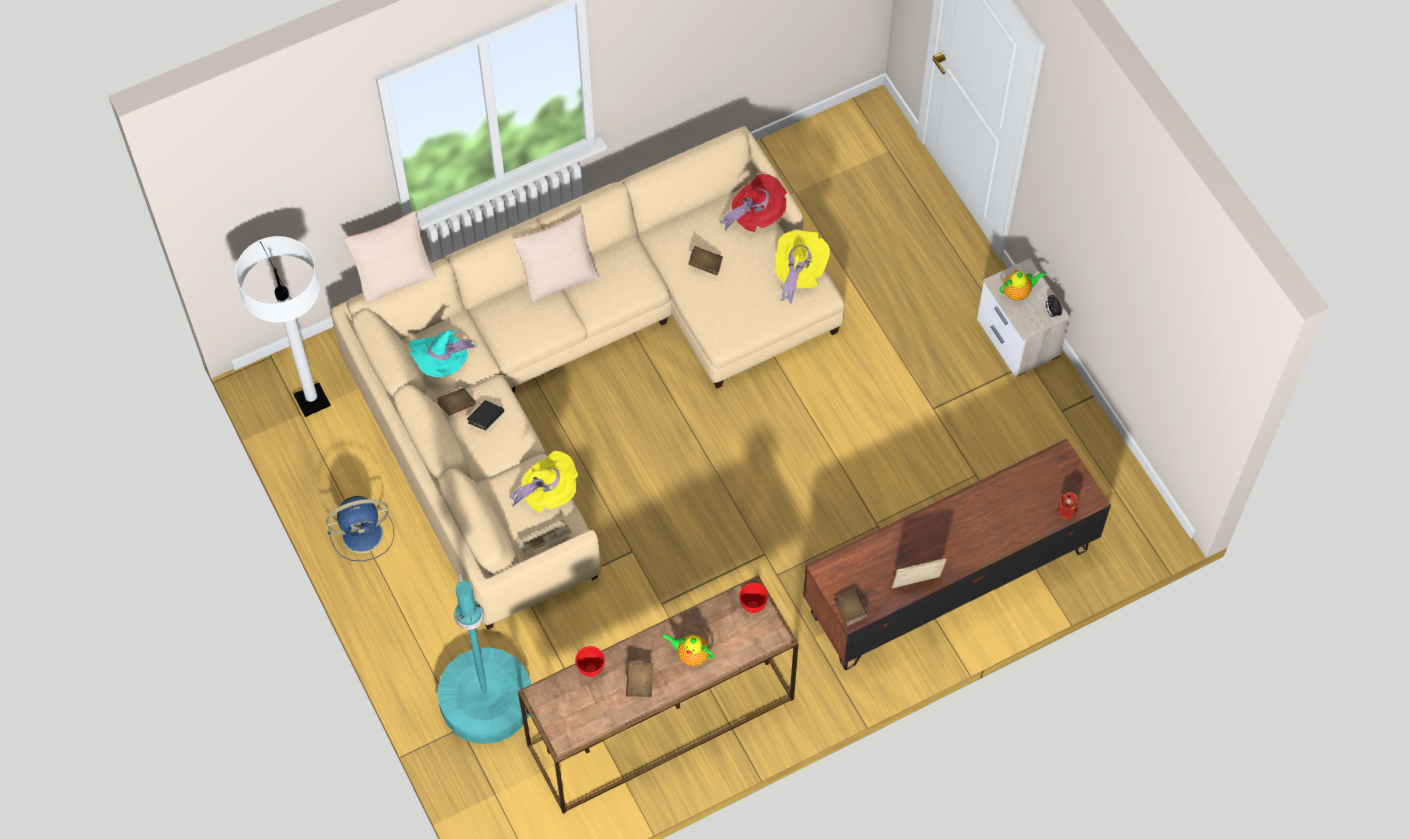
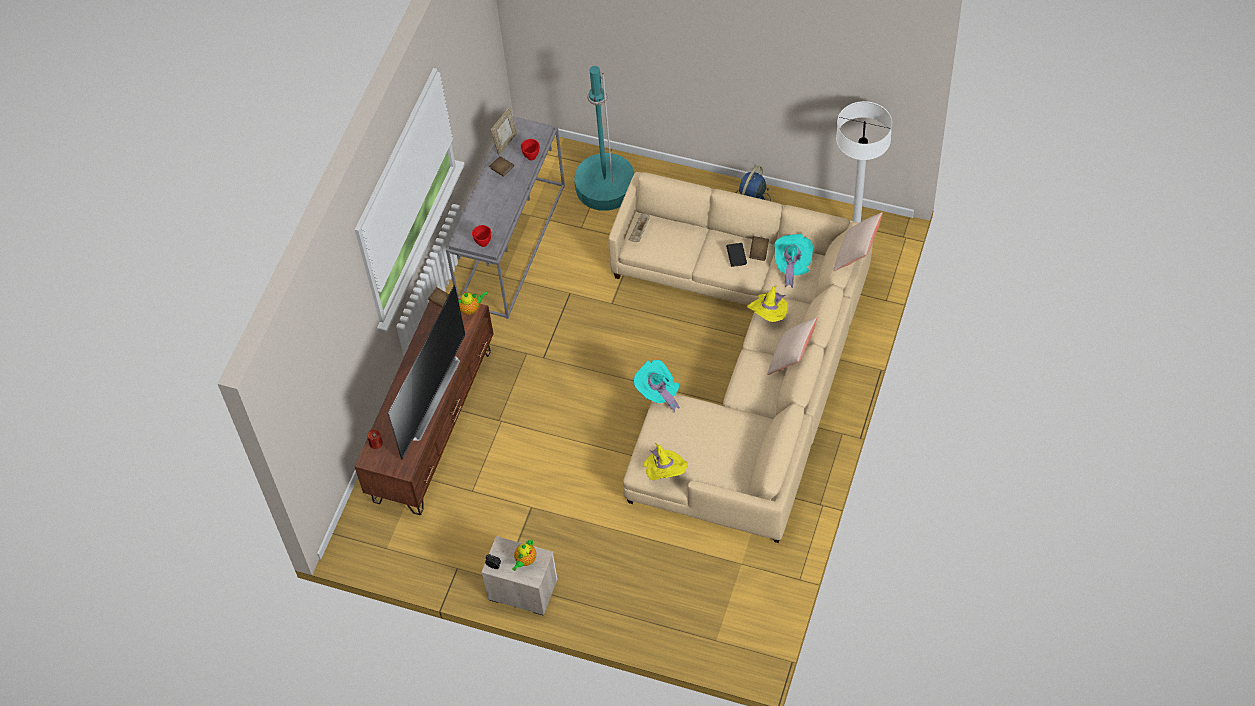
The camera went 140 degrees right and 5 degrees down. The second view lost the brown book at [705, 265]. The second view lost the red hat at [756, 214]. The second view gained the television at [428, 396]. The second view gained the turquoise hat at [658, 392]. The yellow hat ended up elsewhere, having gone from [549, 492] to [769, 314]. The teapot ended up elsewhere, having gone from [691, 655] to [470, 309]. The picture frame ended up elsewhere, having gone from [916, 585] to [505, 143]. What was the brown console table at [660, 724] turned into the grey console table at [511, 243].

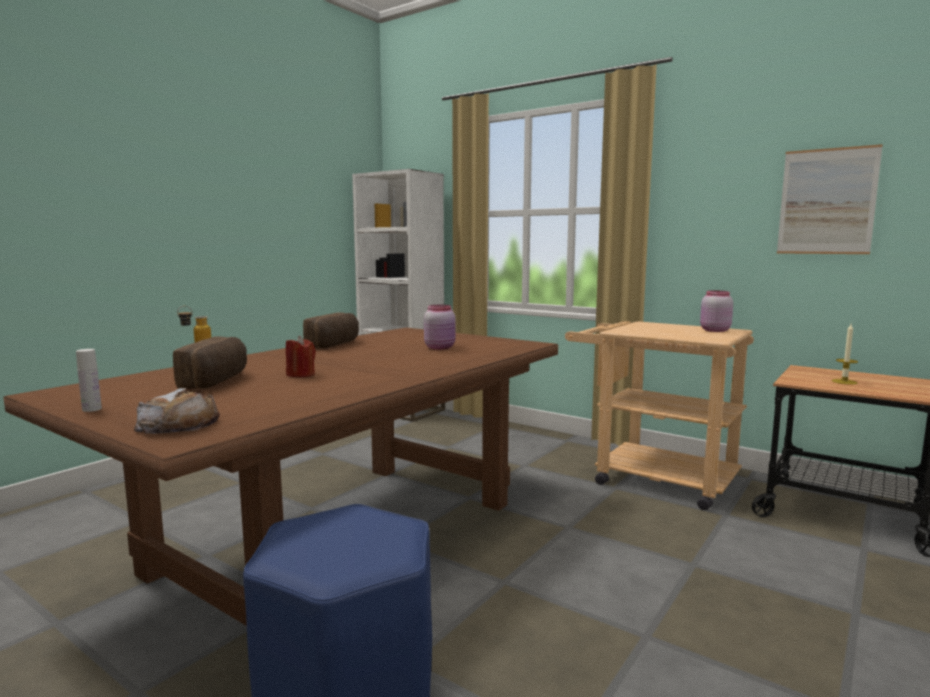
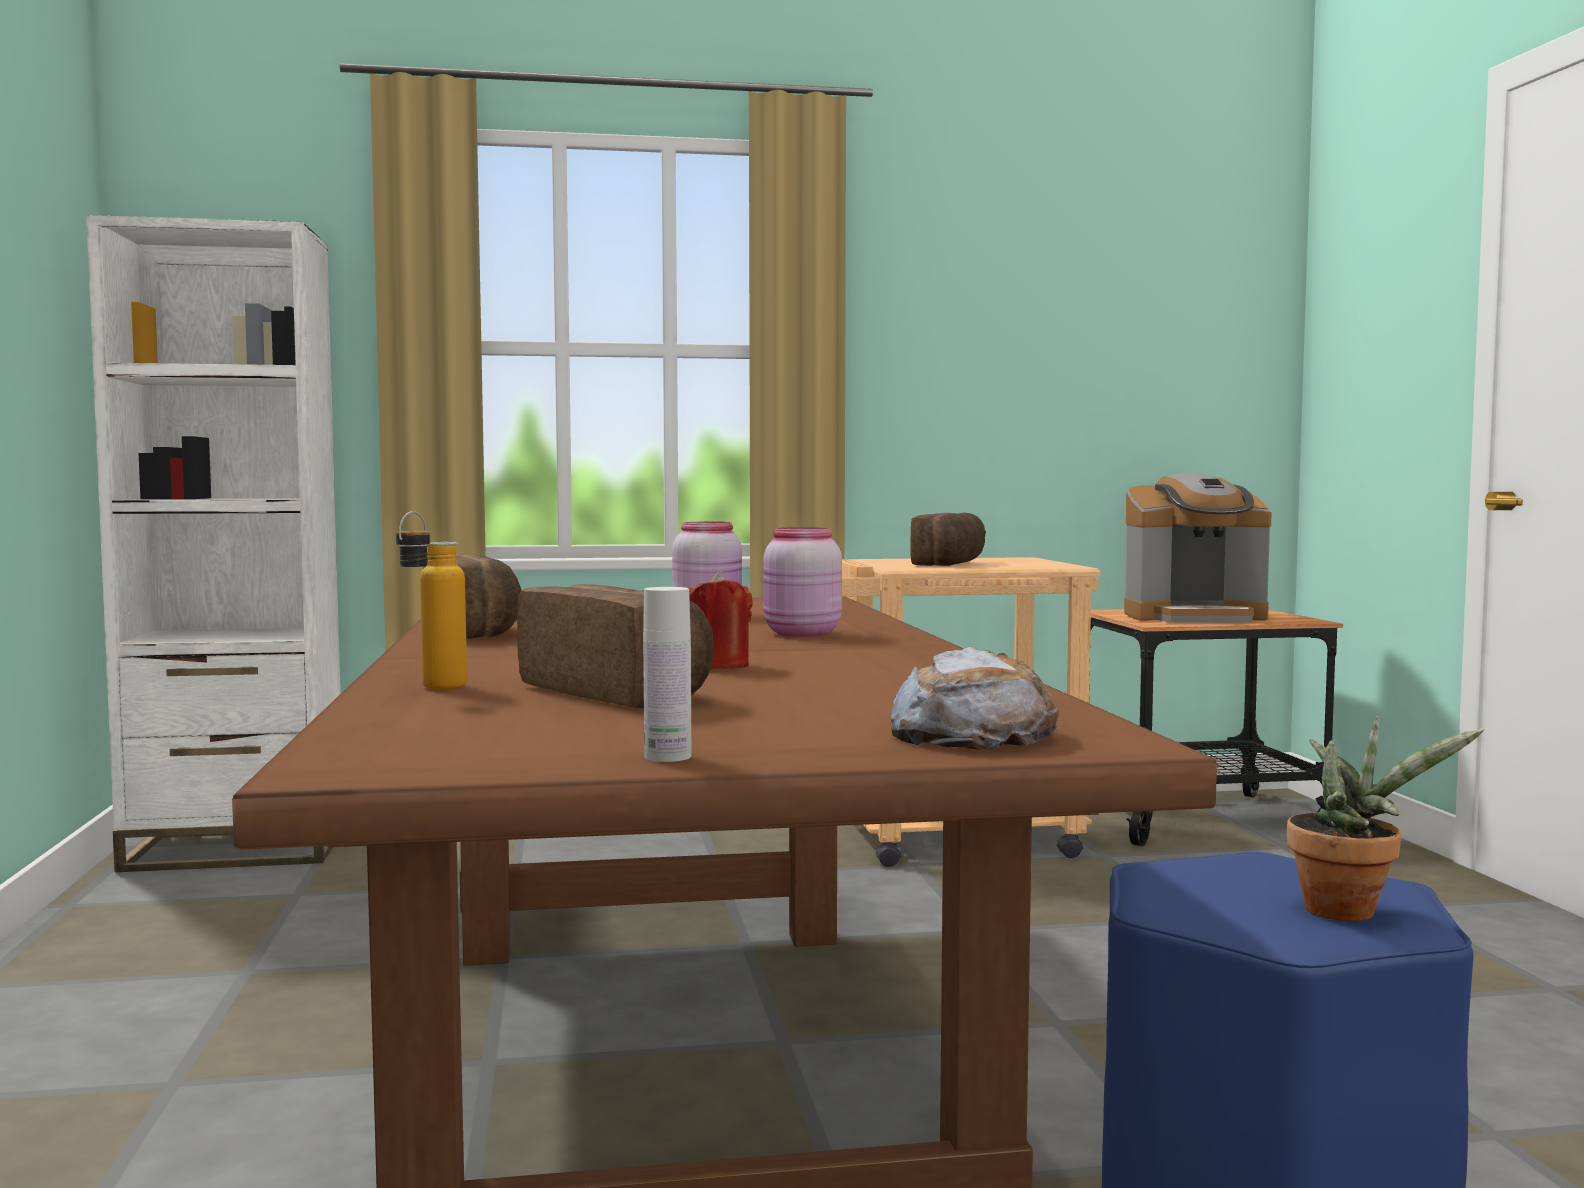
The camera went 45 degrees left and 5 degrees down. The second view lost the picture at [827, 201]. The second view gained the bread at [952, 564]. The second view gained the potted plant at [1350, 910]. The pink jar ended up elsewhere, having gone from [714, 330] to [800, 634]. Where the candle stood at [844, 382], the coffee machine came to stand at [1194, 617].

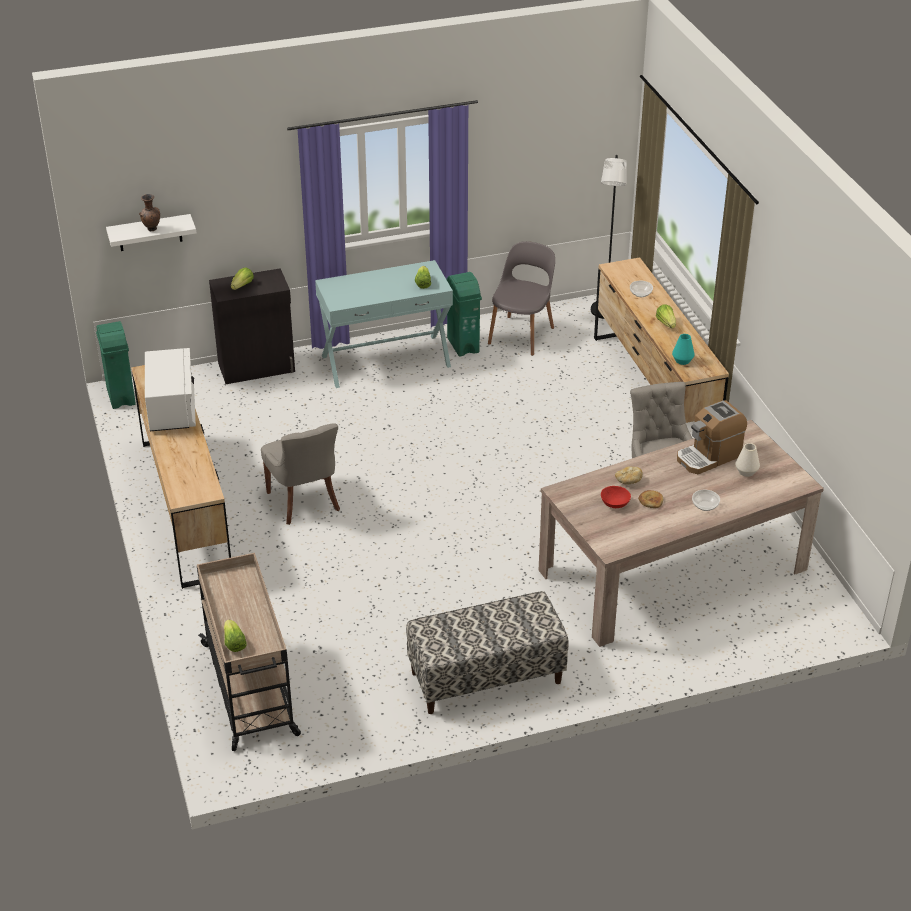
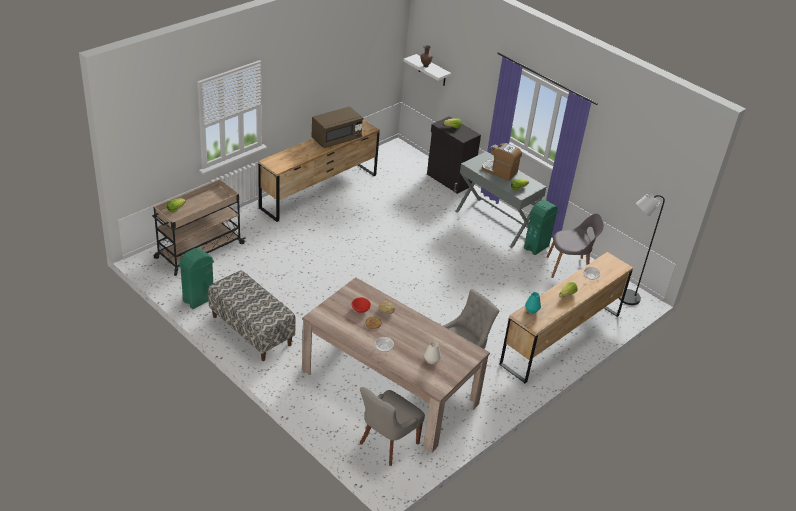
The camera went 60 degrees right and 0 degrees up. The green trash can ended up elsewhere, having gone from [121, 397] to [198, 300]. The grey chair ended up elsewhere, having gone from [305, 502] to [387, 443]. The coffee machine ended up elsewhere, having gone from [708, 456] to [499, 171]. What was the white microwave at [172, 409] turned into the brown microwave at [336, 139]. What was the turquoise console table at [386, 361] turned into the grey console table at [495, 222].

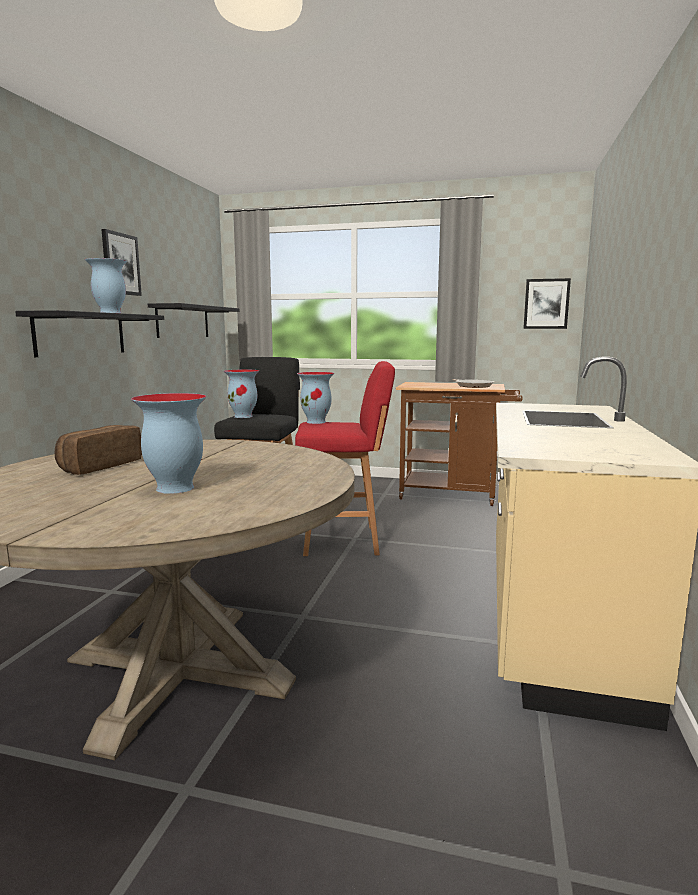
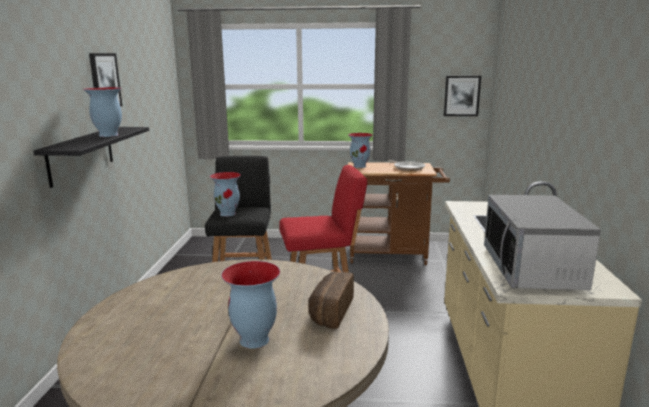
The camera went 10 degrees left and 5 degrees up. The second view lost the black shelf at [183, 321]. The second view gained the microwave at [532, 269]. The bread ended up elsewhere, having gone from [99, 466] to [329, 311]. The vase ended up elsewhere, having gone from [316, 422] to [360, 166].

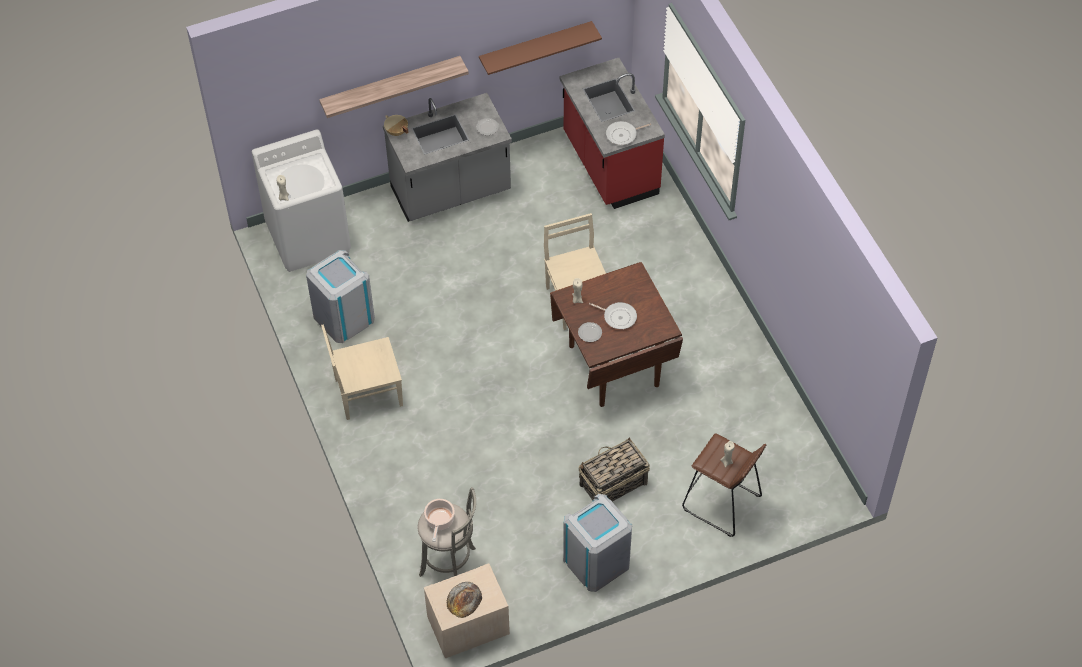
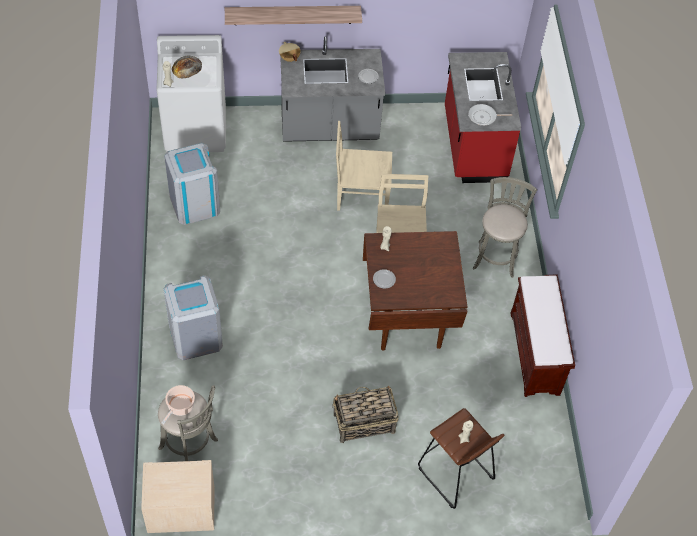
The camera went 15 degrees right and 0 degrees up. The second view lost the brown shelf at [535, 47]. The second view lost the frying pan at [618, 317]. The second view gained the grey stool at [496, 257]. The second view gained the brown bench at [535, 354]. The beige chair ended up elsewhere, having gone from [366, 393] to [360, 194]. The bread ended up elsewhere, having gone from [464, 599] to [187, 67]. The grey trash can ended up elsewhere, having gone from [596, 562] to [195, 337].

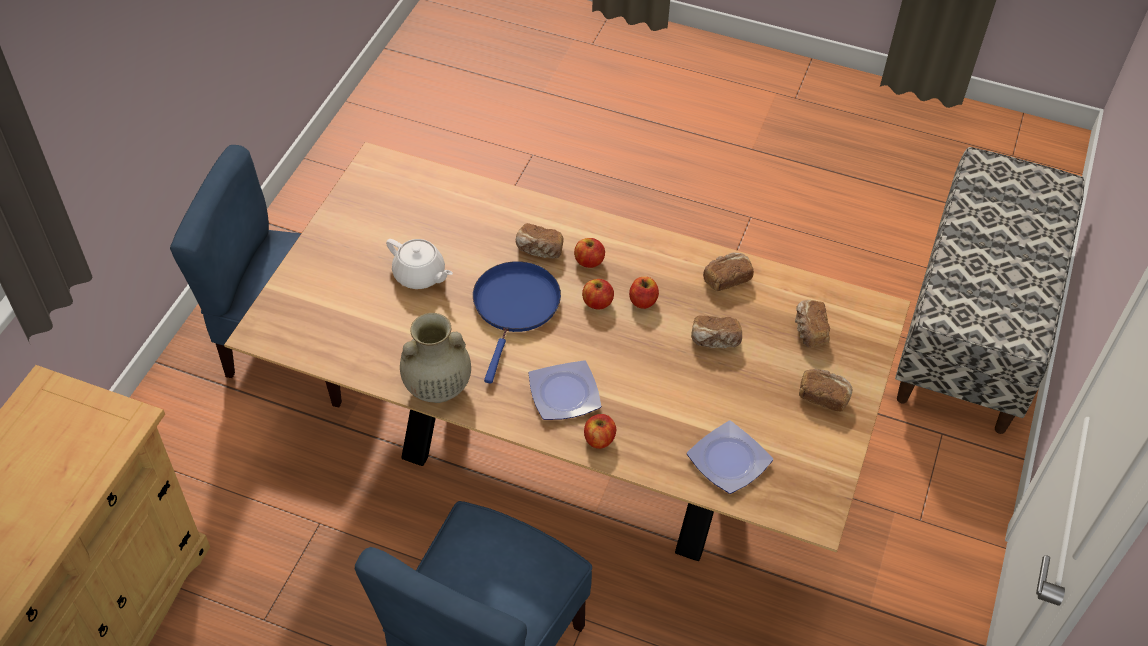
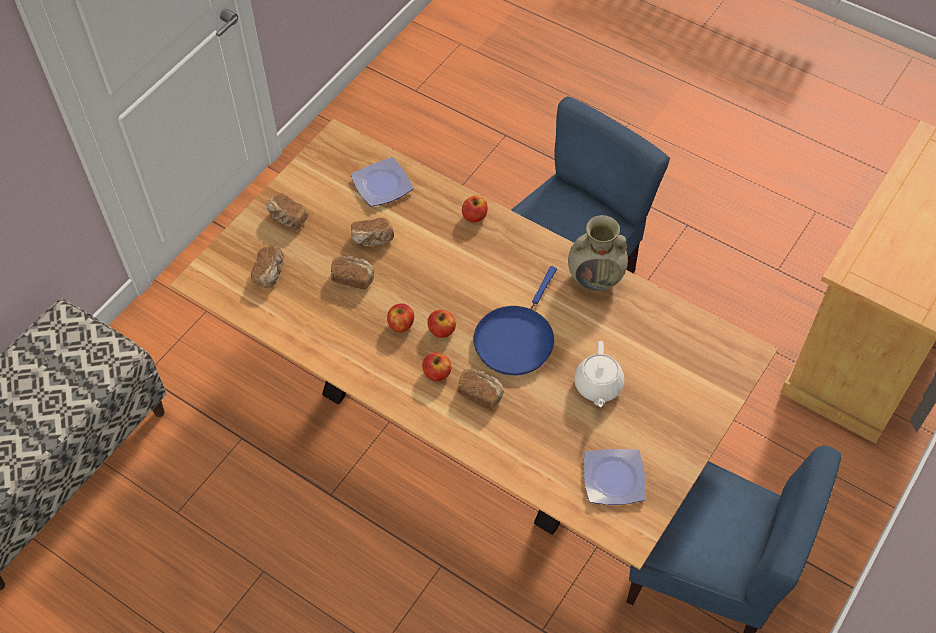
The camera went 165 degrees left and 5 degrees up. The plate ended up elsewhere, having gone from [565, 392] to [612, 480]. The bread ended up elsewhere, having gone from [726, 279] to [372, 240]. The white teapot at [420, 275] ended up facing another way, 135 degrees counterclockwise from before.

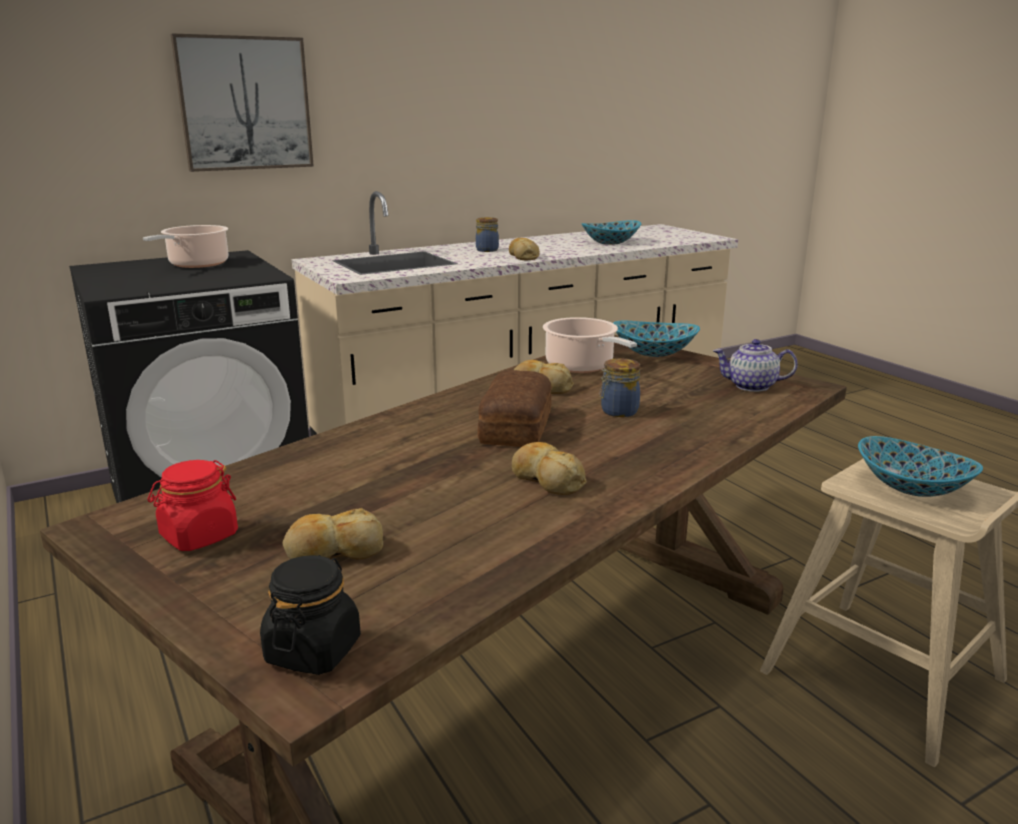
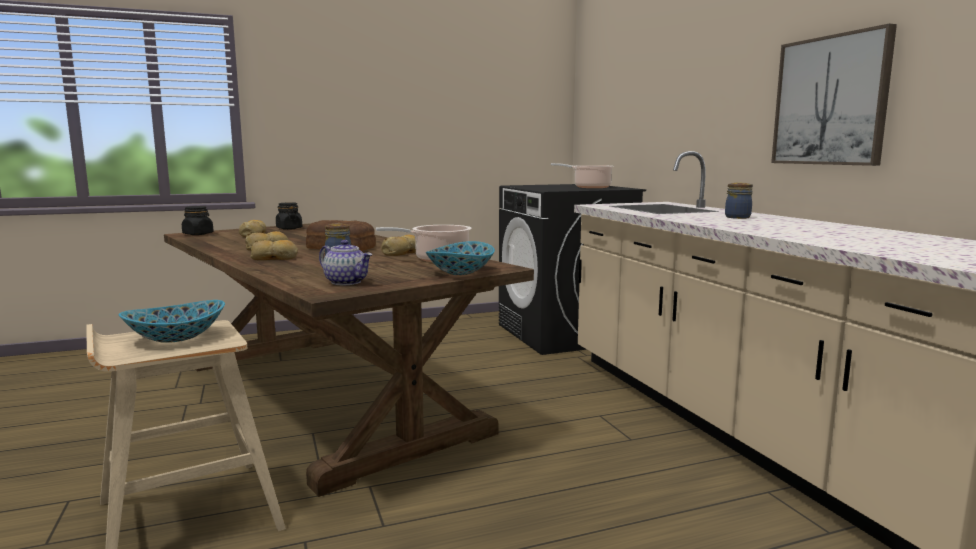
The camera went 100 degrees right and 10 degrees down. The second view lost the bowl at [610, 242]. The picture ended up elsewhere, having gone from [245, 104] to [830, 101]. The bread ended up elsewhere, having gone from [523, 256] to [275, 258]. What was the red jar at [199, 536] turned into the black jar at [289, 228]. The teapot at [751, 386] ended up facing another way, 105 degrees clockwise from before.

